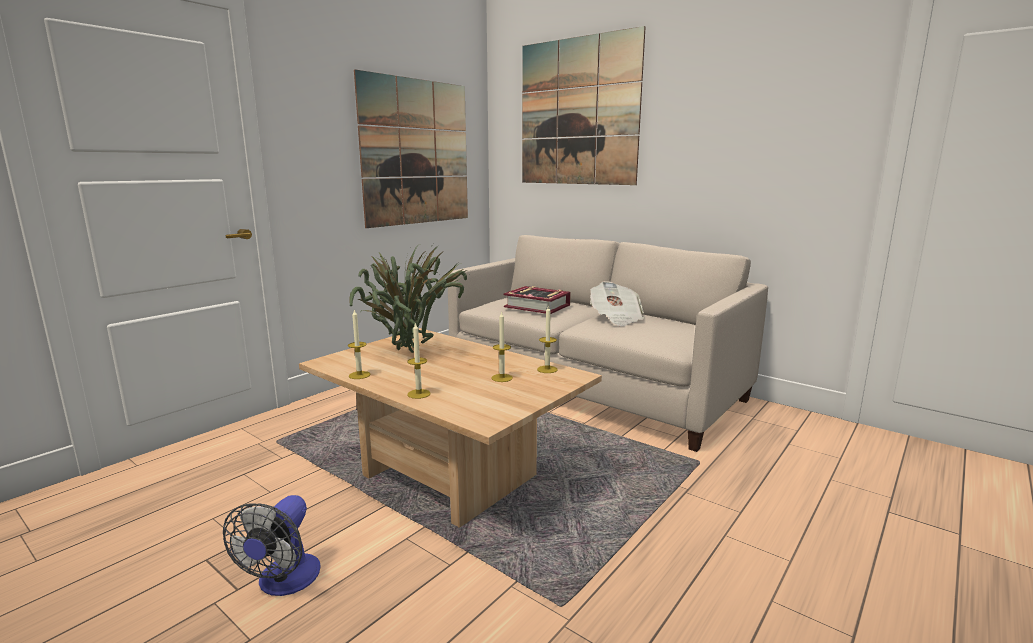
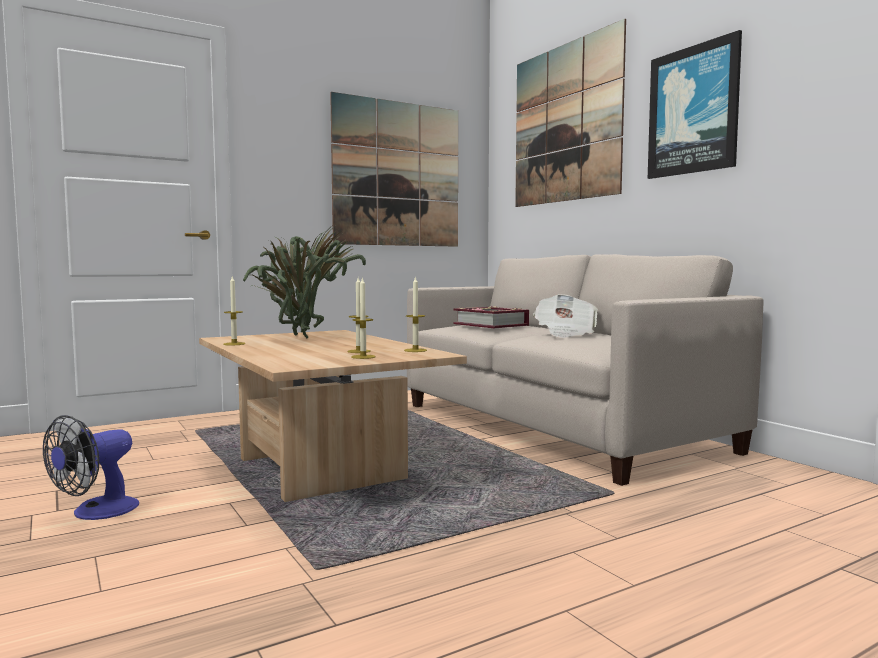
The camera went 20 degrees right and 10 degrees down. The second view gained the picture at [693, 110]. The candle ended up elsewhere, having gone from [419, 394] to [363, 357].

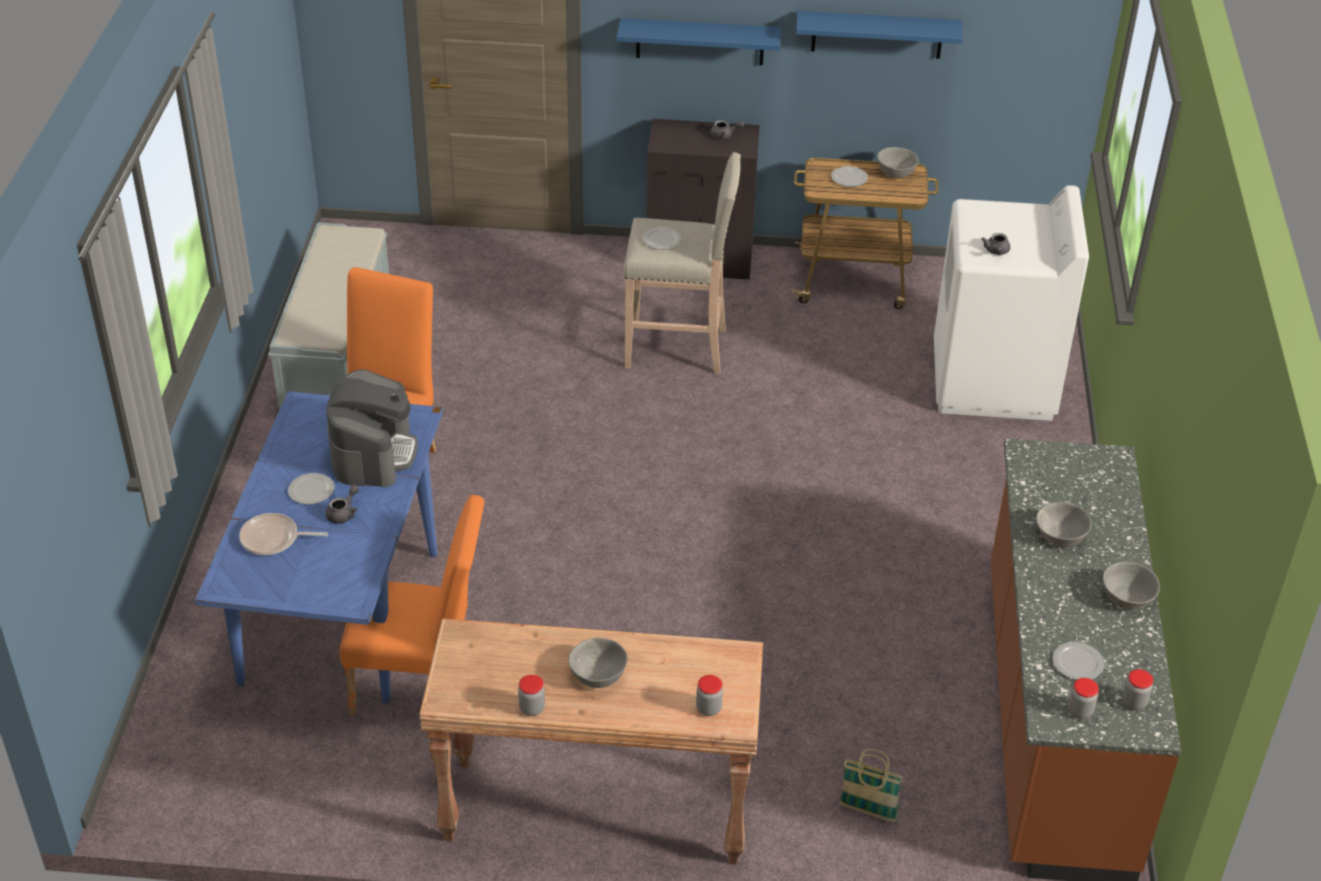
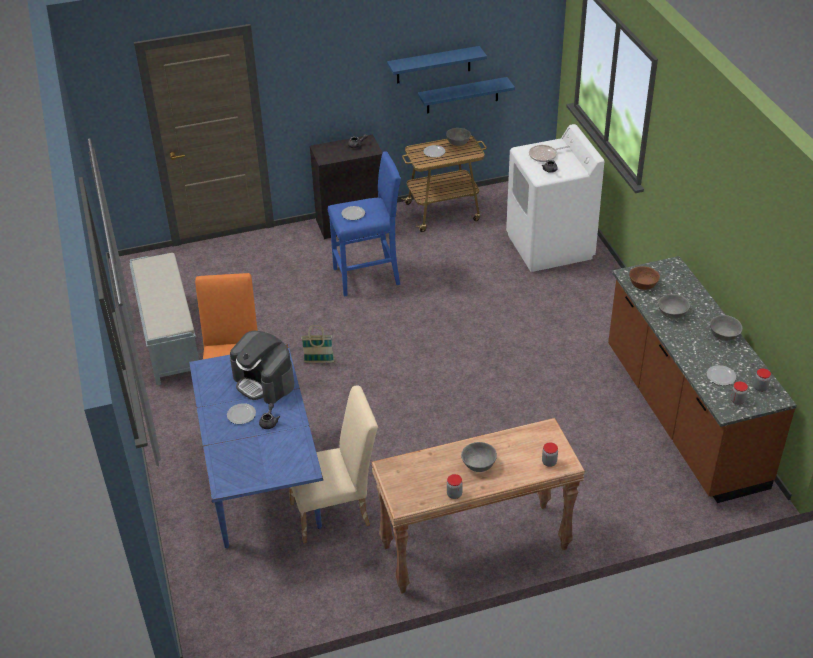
The camera went 20 degrees left and 0 degrees up. The second view gained the brown bowl at [643, 284]. The frying pan ended up elsewhere, having gone from [273, 539] to [544, 155]. The blue shelf ended up elsewhere, having gone from [700, 41] to [462, 95]. The basket ended up elsewhere, having gone from [867, 811] to [319, 361]. What was the orange chair at [423, 687] turned into the beige chair at [336, 512]. What was the beige stool at [678, 348] turned into the blue stool at [368, 276]. The coffee machine at [373, 452] ended up facing another way, 150 degrees clockwise from before.

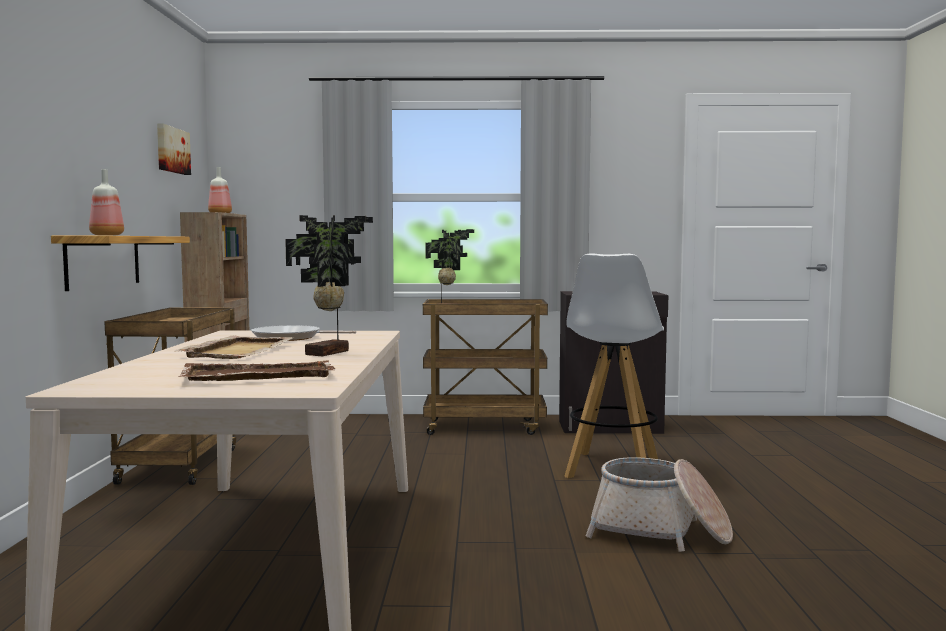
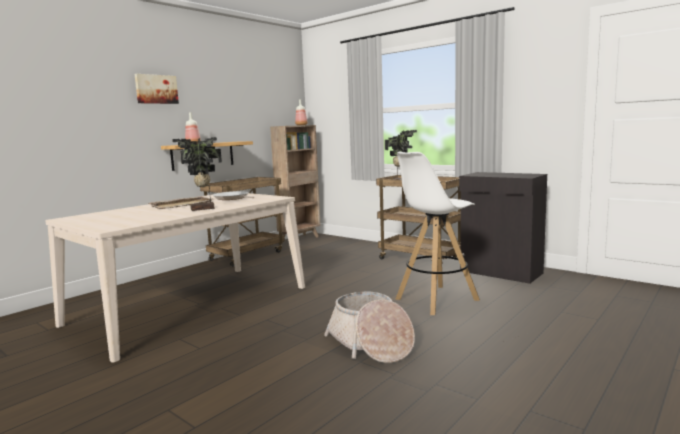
The camera went 40 degrees right and 5 degrees up. The second view lost the brown tray at [257, 375]. The picture ended up elsewhere, having gone from [171, 150] to [156, 89].

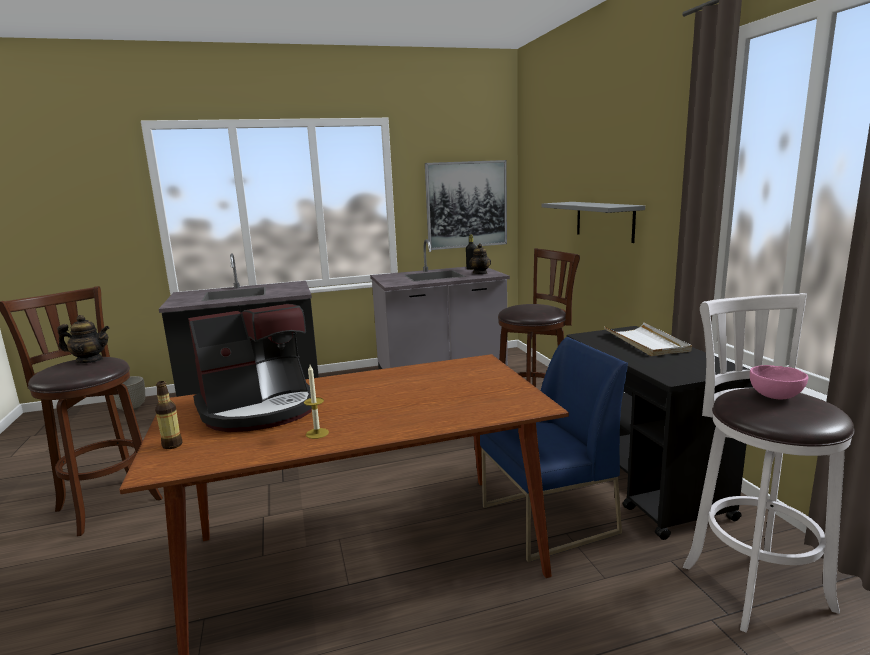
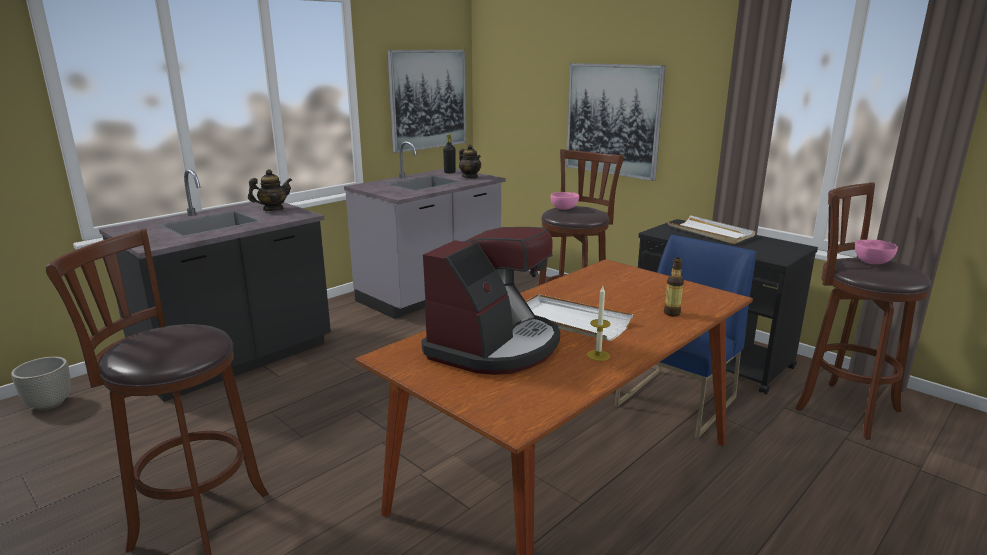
The camera went 30 degrees left and 5 degrees up. The second view gained the white tray at [569, 321]. The second view gained the pink bowl at [564, 209]. The teapot ended up elsewhere, having gone from [89, 360] to [273, 209]. The bottle ended up elsewhere, having gone from [172, 445] to [672, 313]. Where the grey shelf hung at [604, 220], the picture came to hang at [613, 120]. What was the white stool at [751, 582] turned into the brown stool at [841, 407].

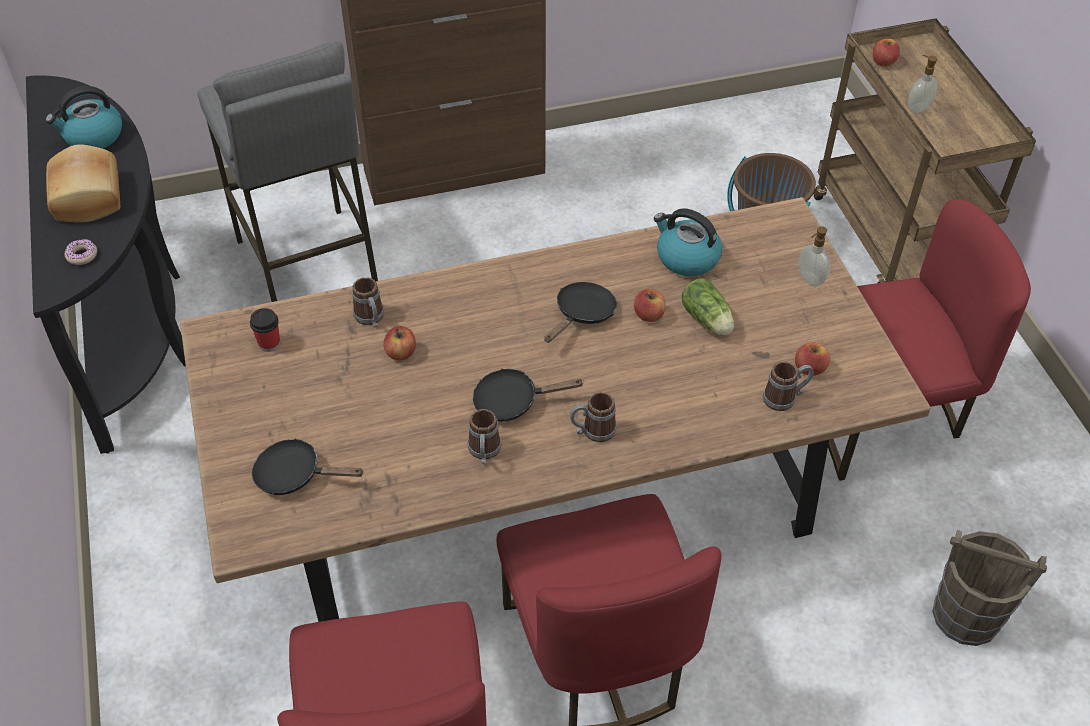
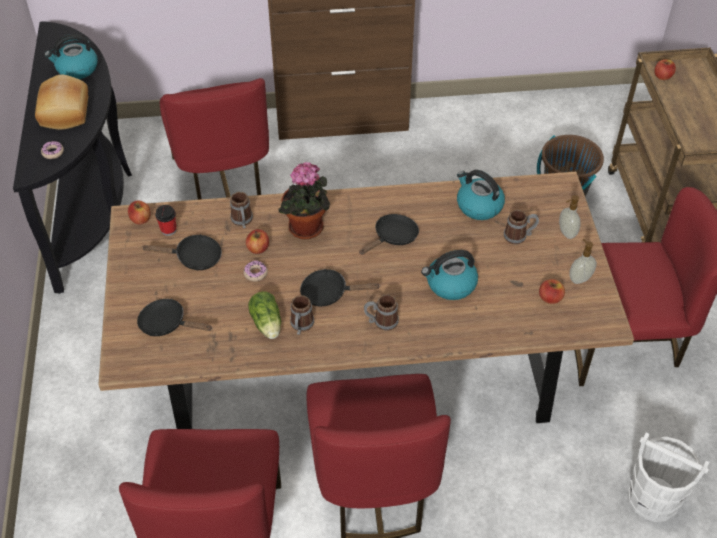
The camera went 10 degrees right and 0 degrees up. The second view gained the black frying pan at [194, 258]. The second view gained the donut at [255, 273]. The second view gained the potted plant at [307, 230]. The second view gained the kettle at [450, 285]. The apple ended up elsewhere, having gone from [648, 315] to [141, 219]. The lettuce ended up elsewhere, having gone from [708, 321] to [267, 324]. The mug ended up elsewhere, having gone from [785, 397] to [519, 236]. The soap dispenser ended up elsewhere, having gone from [917, 107] to [579, 278]. Where the grey stool stood at [308, 267], the red chair came to stand at [223, 179]. What was the brown bucket at [967, 616] turned into the white bucket at [653, 499].

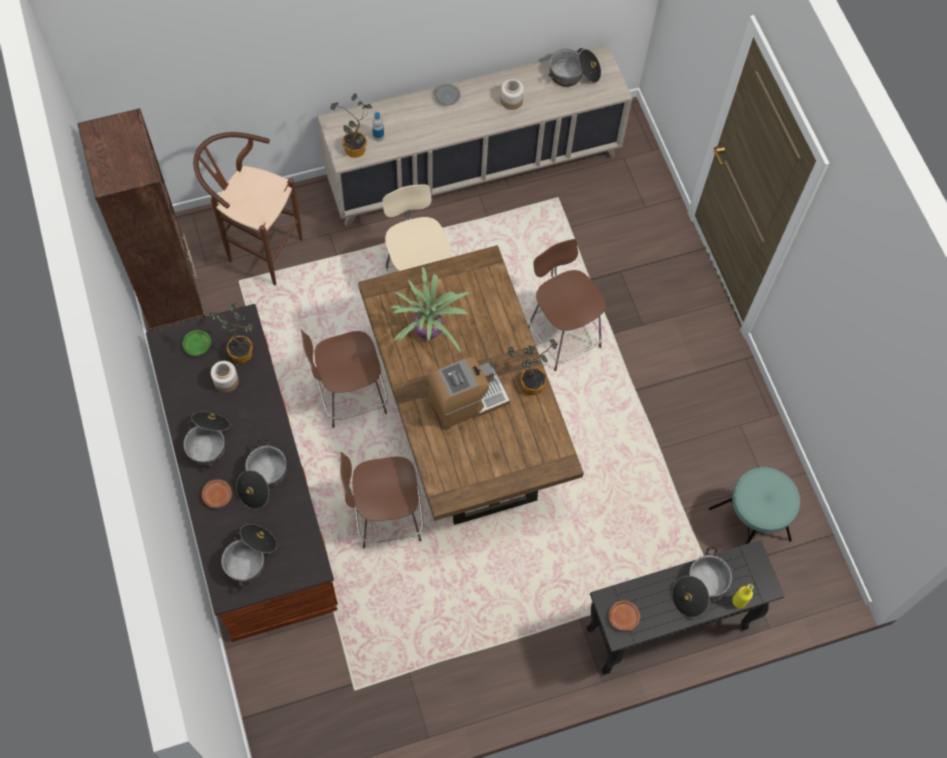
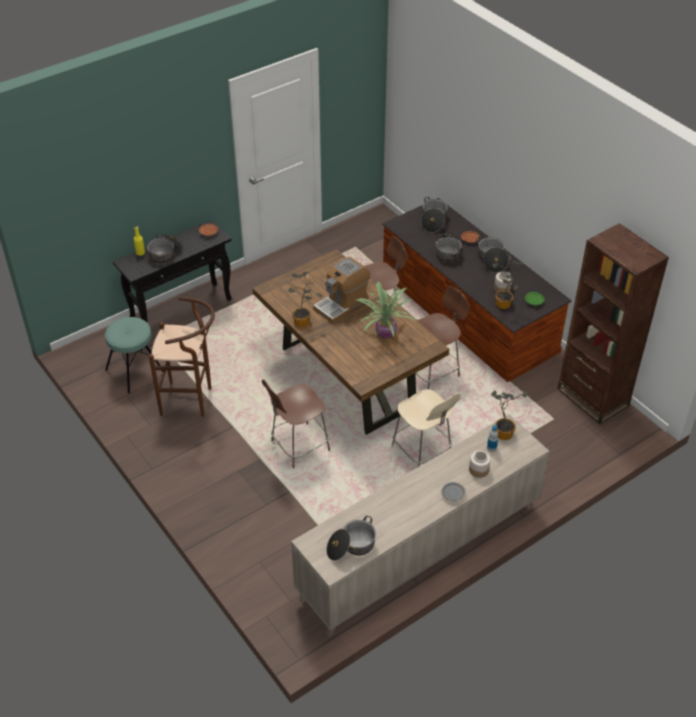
The camera went 165 degrees right and 20 degrees down. The brown stool ended up elsewhere, having gone from [258, 249] to [192, 401]. The jar ended up elsewhere, having gone from [511, 101] to [478, 470]. The brown chair at [562, 335] ended up facing another way, 105 degrees clockwise from before.

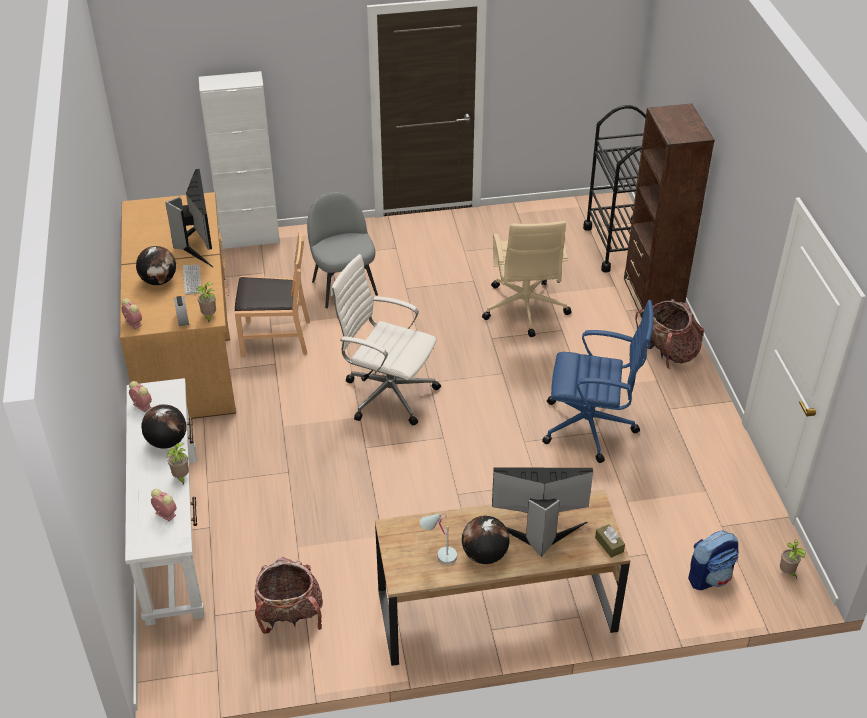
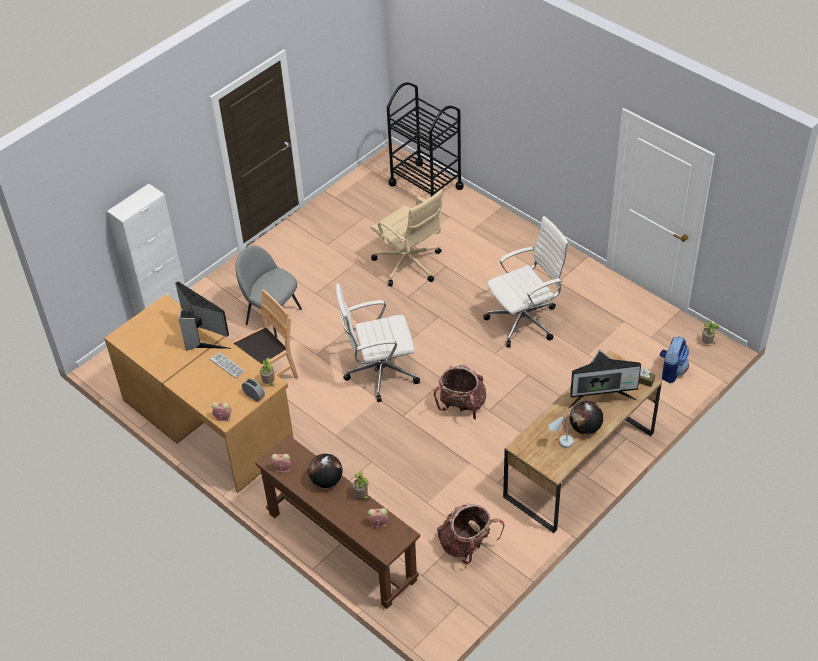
The camera went 35 degrees left and 5 degrees up. The second view lost the globe at [159, 281]. The second view lost the brown bookcase at [652, 295]. The backpack ended up elsewhere, having gone from [668, 353] to [461, 405]. What was the white console table at [173, 535] turned into the brown console table at [341, 546]. What was the blue office chair at [591, 427] turned into the white office chair at [525, 320]. The monitor at [539, 532] ended up facing another way, 150 degrees counterclockwise from before.

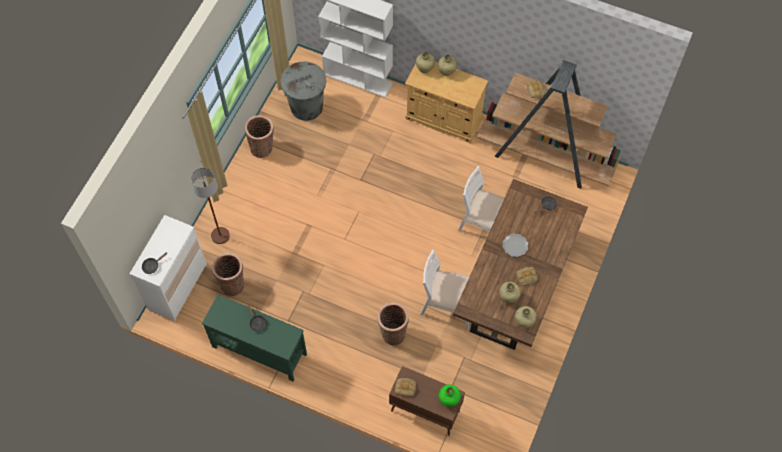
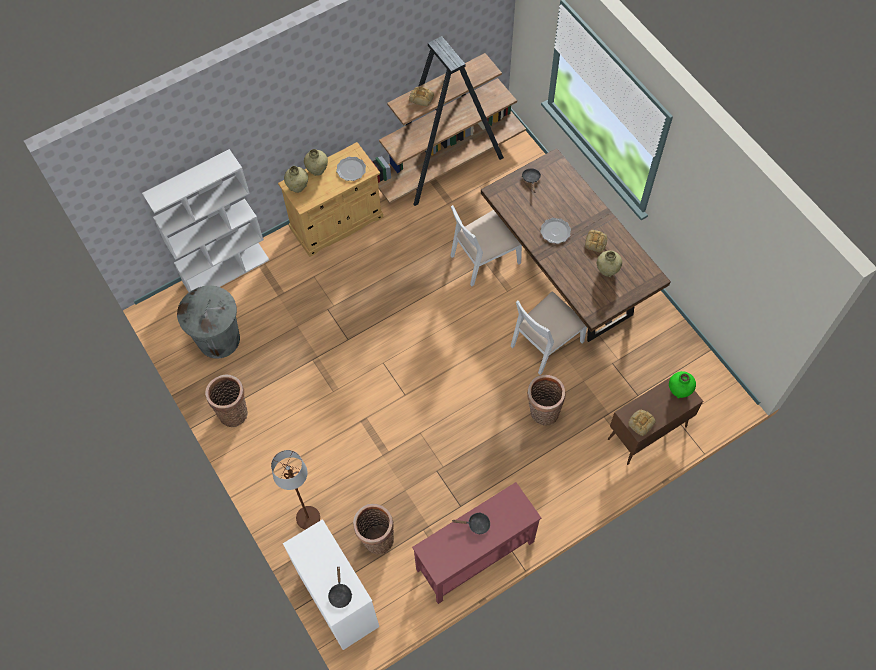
The camera went 55 degrees left and 0 degrees up. The second view lost the beige vase at [524, 322]. The second view gained the plate at [351, 170]. What was the green console table at [259, 350] turned into the red console table at [474, 555].

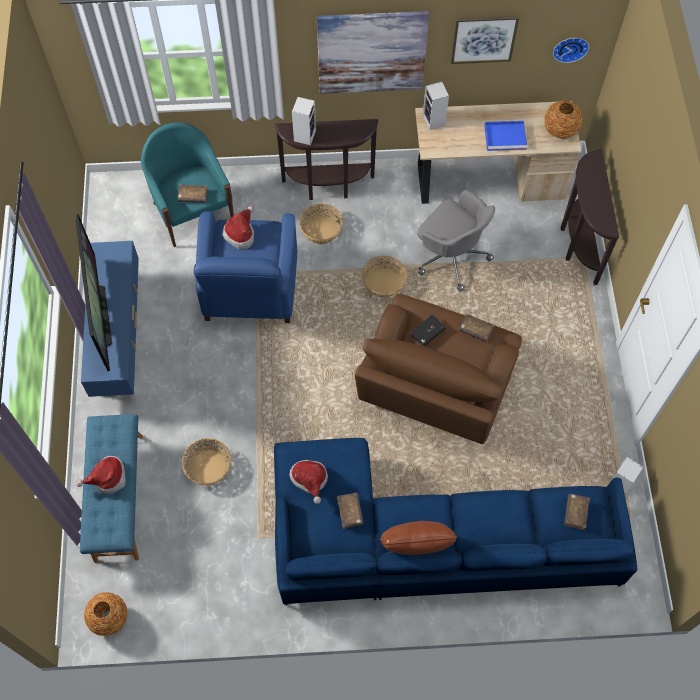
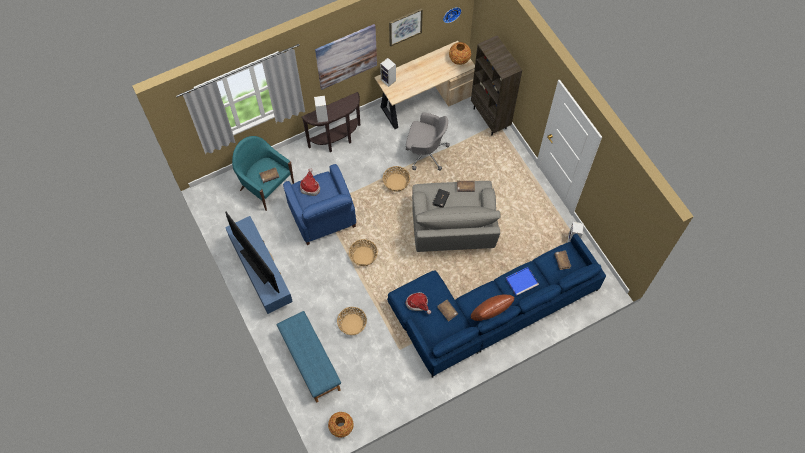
The camera went 25 degrees left and 0 degrees up. The second view lost the hat at [107, 478]. The basket ended up elsewhere, having gone from [321, 230] to [363, 256]. The blue tray ended up elsewhere, having gone from [506, 137] to [522, 281]. Where the brown console table stood at [577, 244], the brown bookcase came to stand at [490, 118]. What was the brown armchair at [435, 386] turned into the grey armchair at [452, 228].

